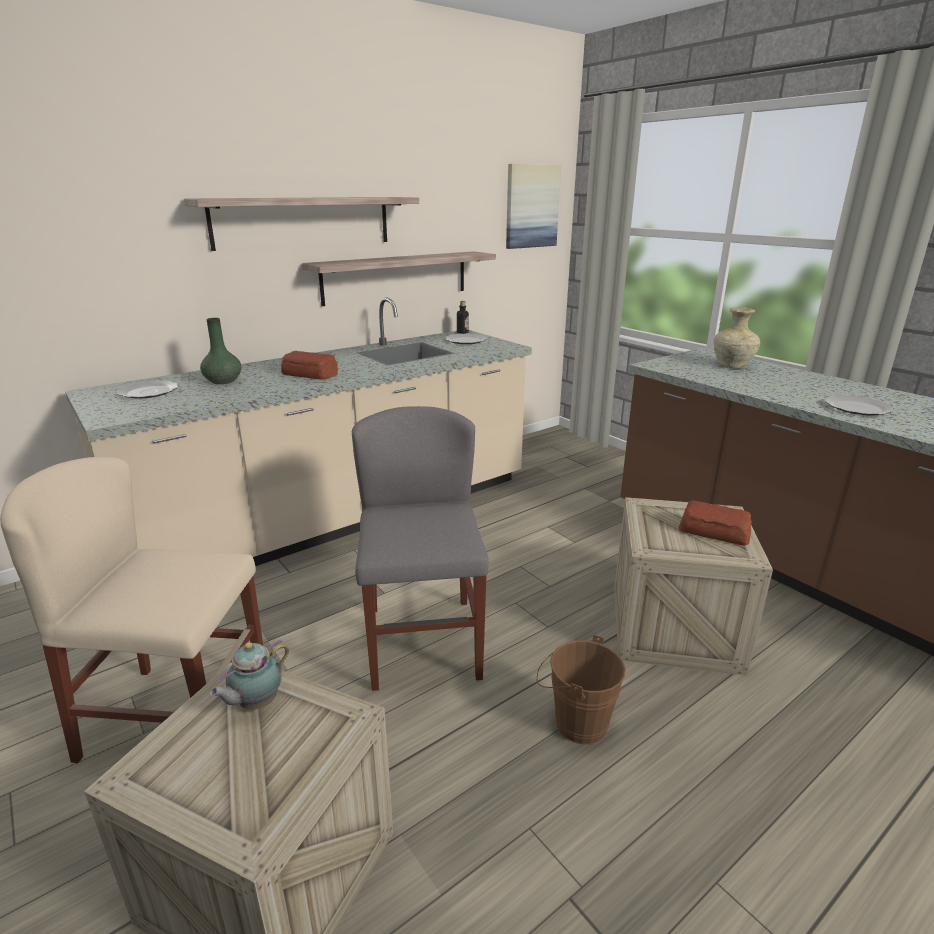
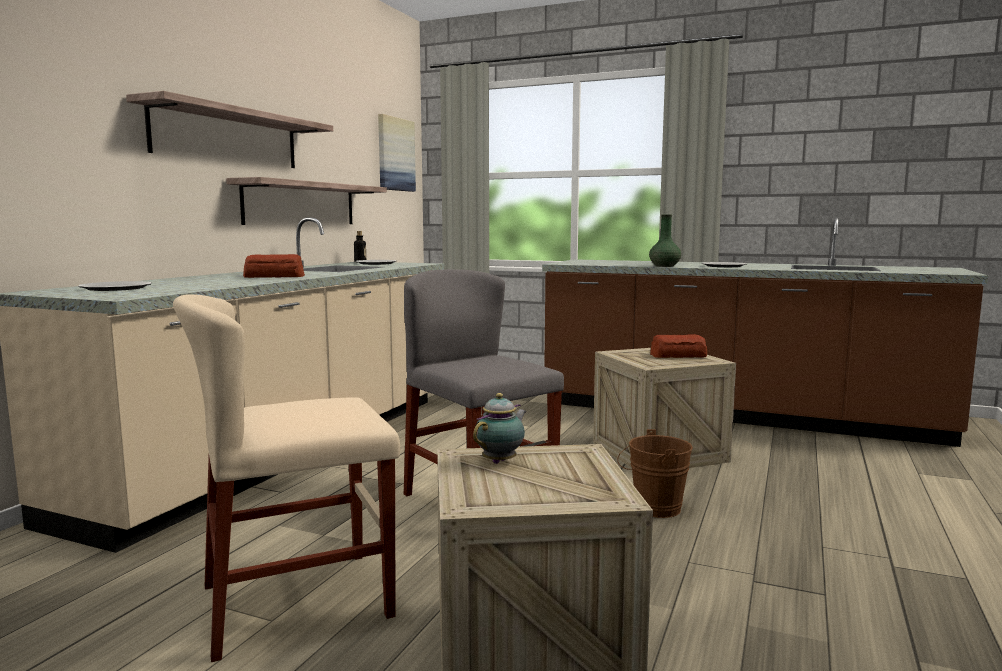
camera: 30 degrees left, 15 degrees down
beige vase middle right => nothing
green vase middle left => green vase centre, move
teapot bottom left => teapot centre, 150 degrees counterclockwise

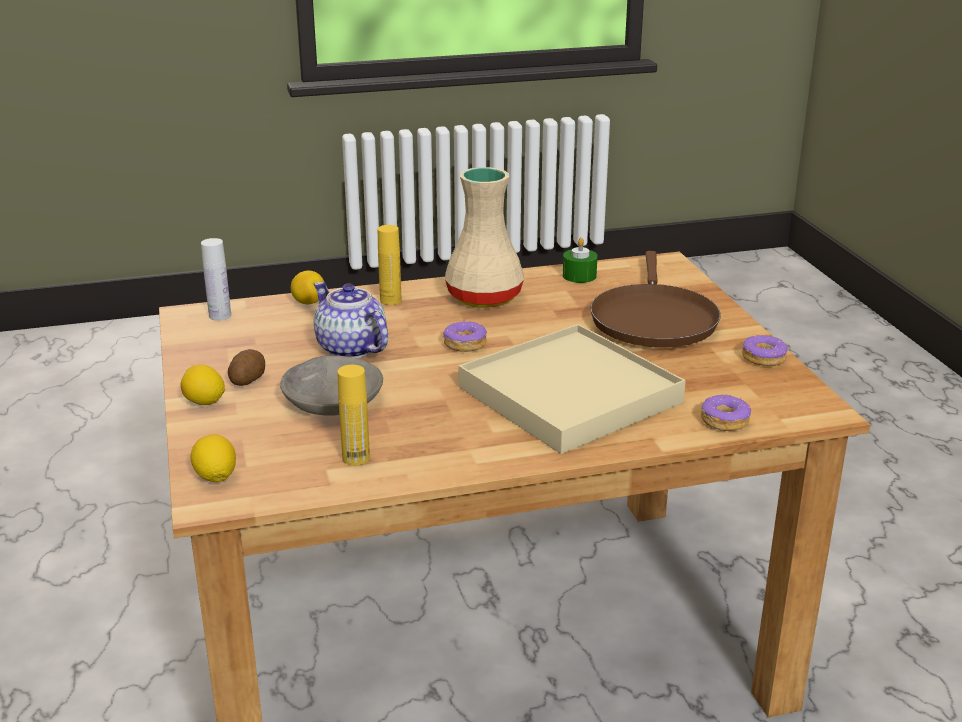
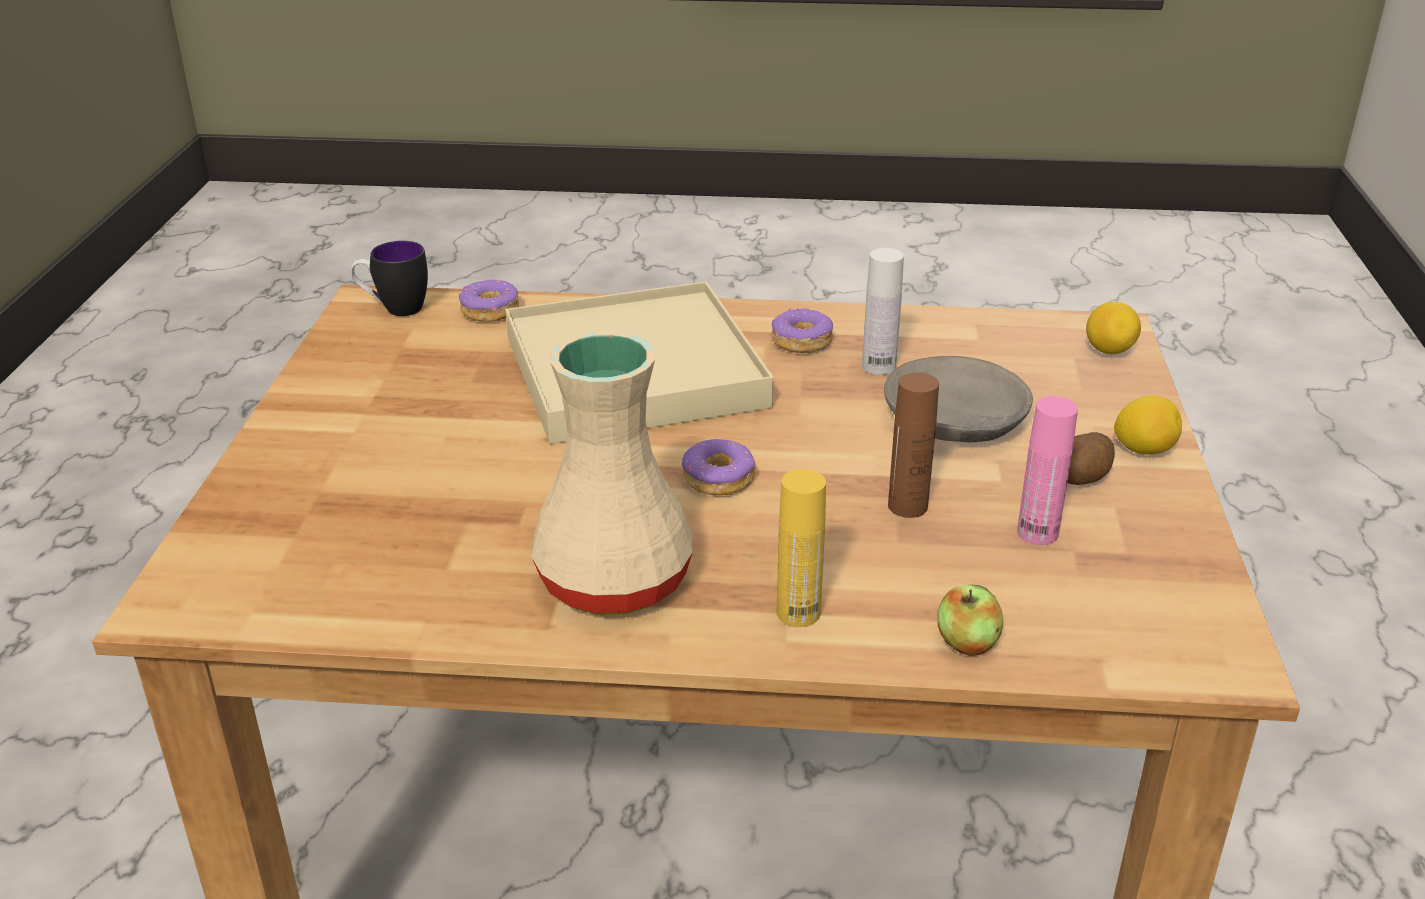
camera: 160 degrees left, 5 degrees up
yellow bottle (1st from left) centre => nothing
green candle centre => nothing
brown frying pan middle right => nothing
nothing => mug top left
nothing => pink bottle middle right
white bottle middle left => white bottle centre, move
donut (3rd from left) middle right => donut (3rd from left) centre, move
lemon (3rd from left) middle left => apple bottom right
teapot centre => brown bottle centre

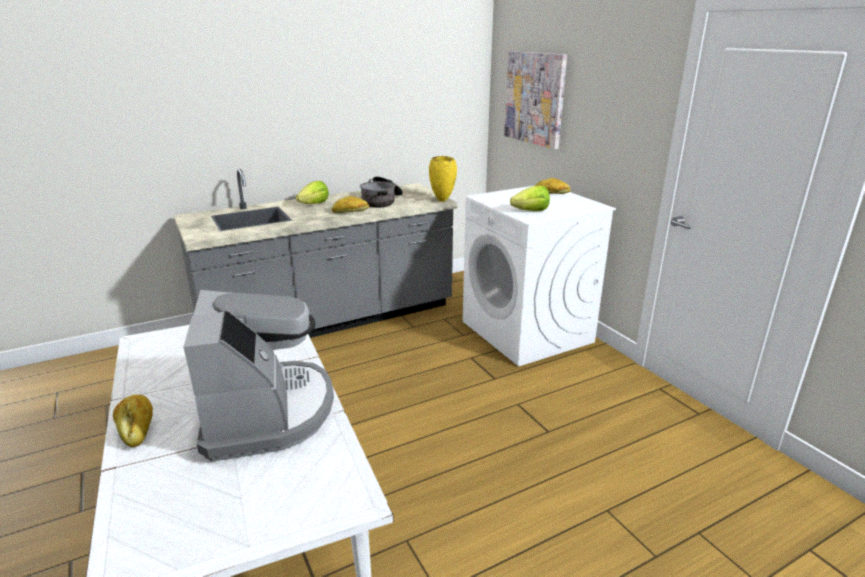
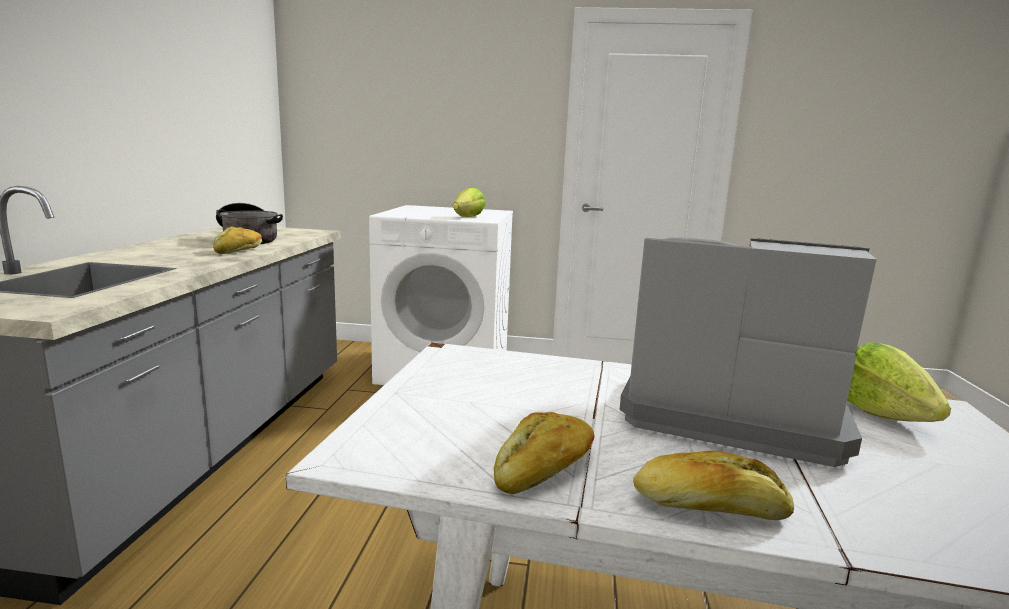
camera: 55 degrees left, 10 degrees down
yellow vase top centre => nothing
picture top centre => nothing
lettuce (1st from left in the first image) top centre => lettuce (2nd from left) middle right, move
bread (3rd from left in the first image) top centre => bread (2nd from left) bottom centre, move

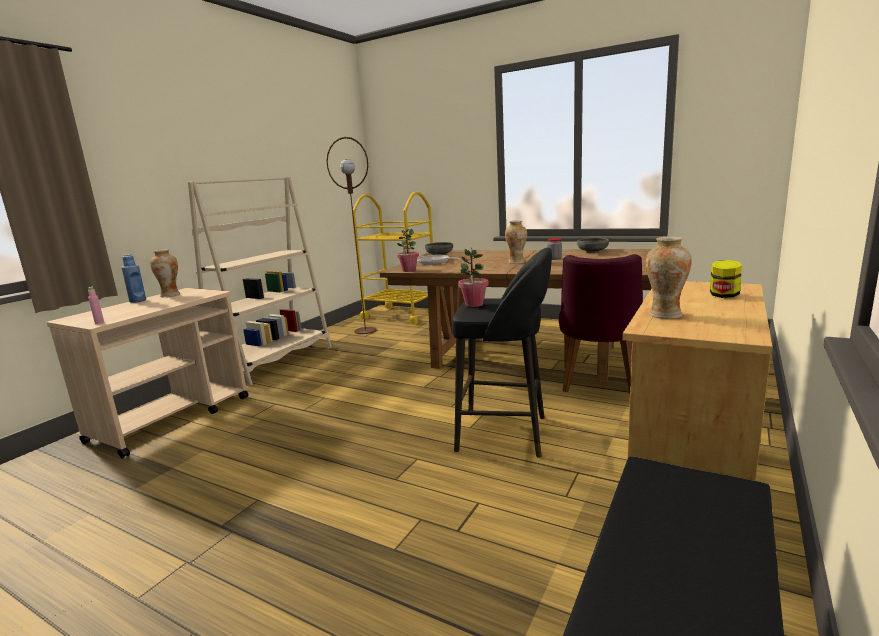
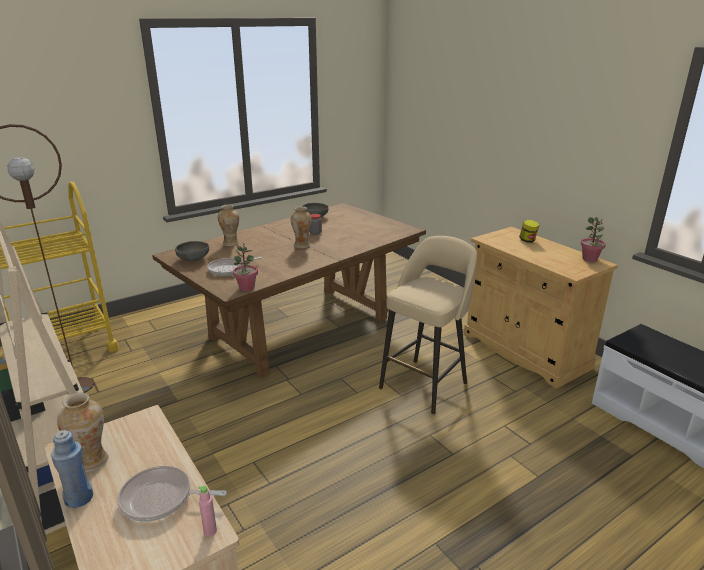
camera: 65 degrees left, 10 degrees up
purple chair middle right => nothing
nothing => frying pan (1st from left) bottom left
potted plant (2nd from left) centre => potted plant (2nd from left) middle right, move
vase (3rd from left in the first image) middle right => vase (2nd from left) middle left, move
black stool centre => beige stool centre

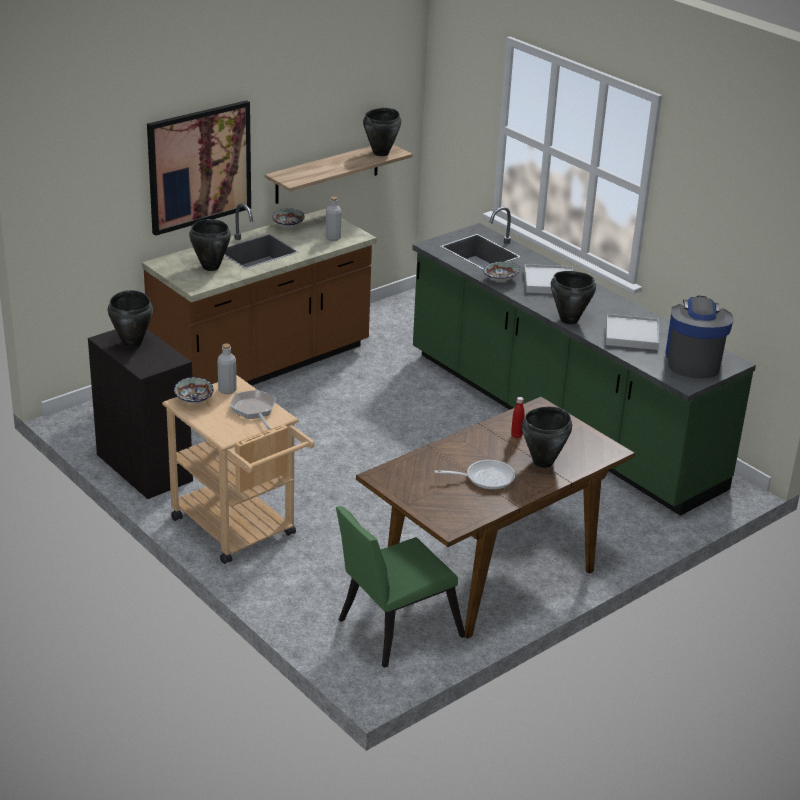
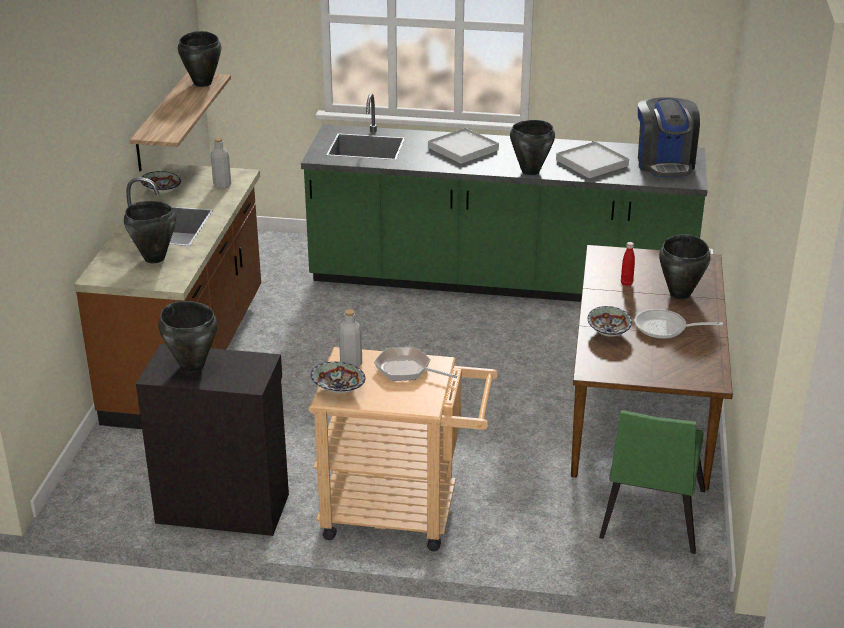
camera: 40 degrees left, 0 degrees up
picture top left => nothing
bowl (3rd from left) centre => bowl (3rd from left) middle right, move
frying pan (2nd from left) centre => frying pan (2nd from left) middle right, 120 degrees counterclockwise
coffee machine middle right => coffee machine top right, 150 degrees counterclockwise

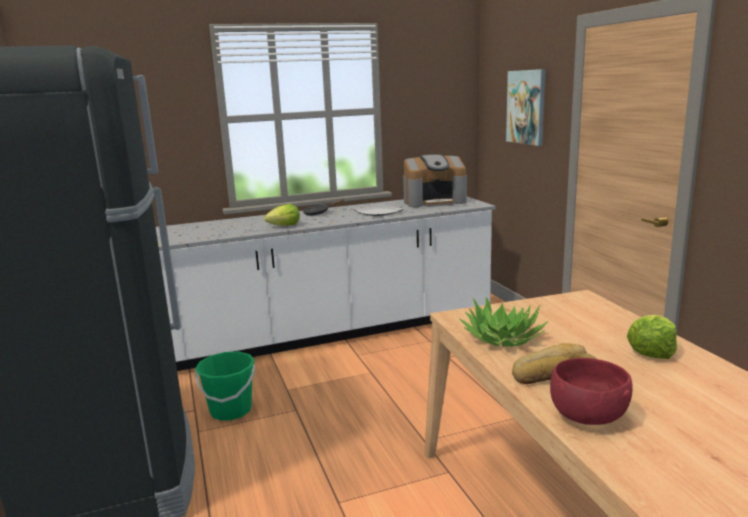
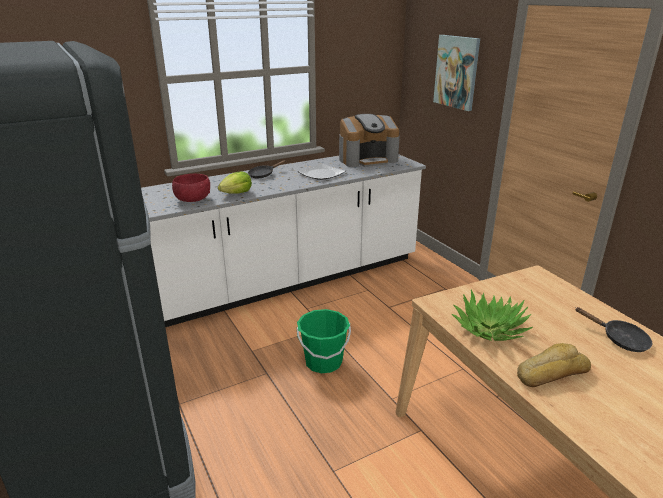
camera: 10 degrees left, 10 degrees up
green bucket bottom left => green bucket bottom centre, move
red bowl bottom right => red bowl middle left, move
lettuce (2nd from left) middle right => black frying pan (2nd from left) middle right

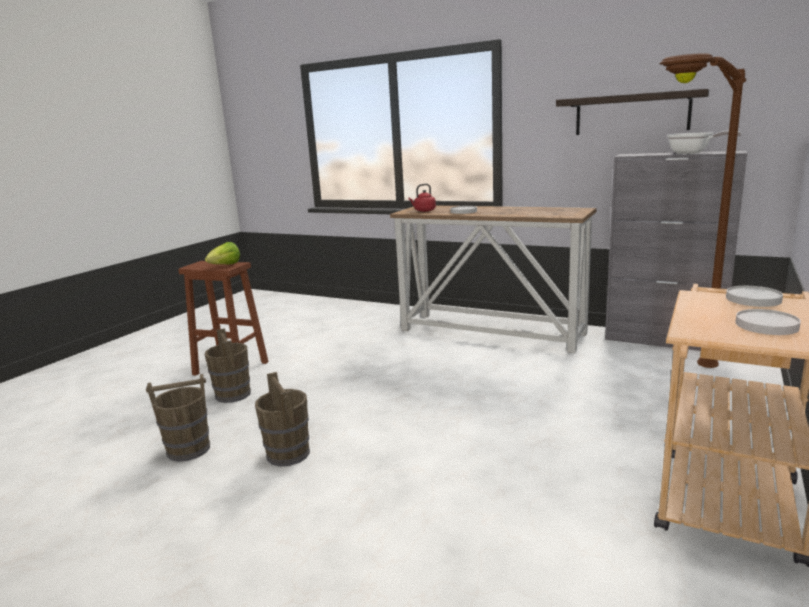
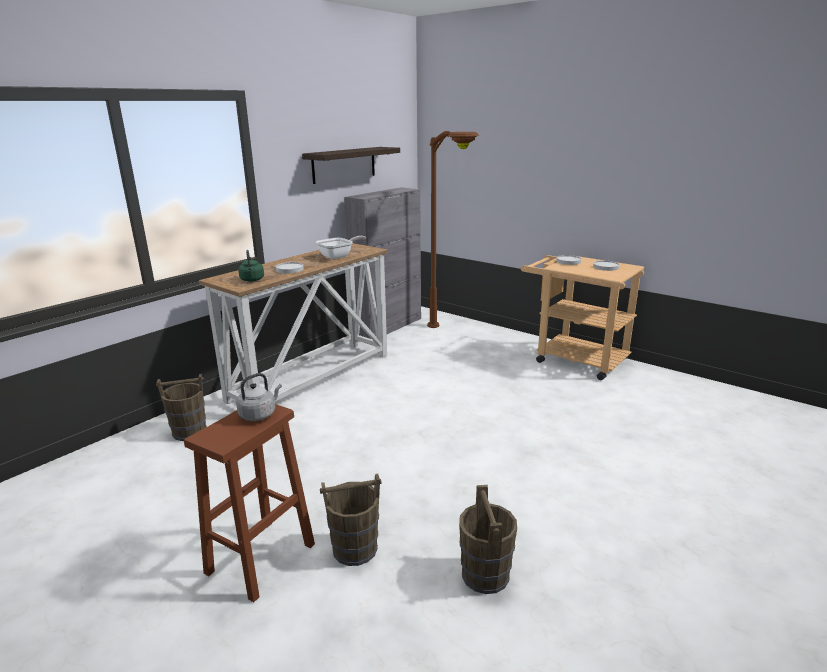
camera: 80 degrees left, 5 degrees up
brown bucket (3rd from left in the first image) bottom centre => brown bucket (1st from left) middle left, move
frying pan top right => frying pan centre, move
lettuce middle left => grey kettle middle left
red kettle top centre => green kettle middle left

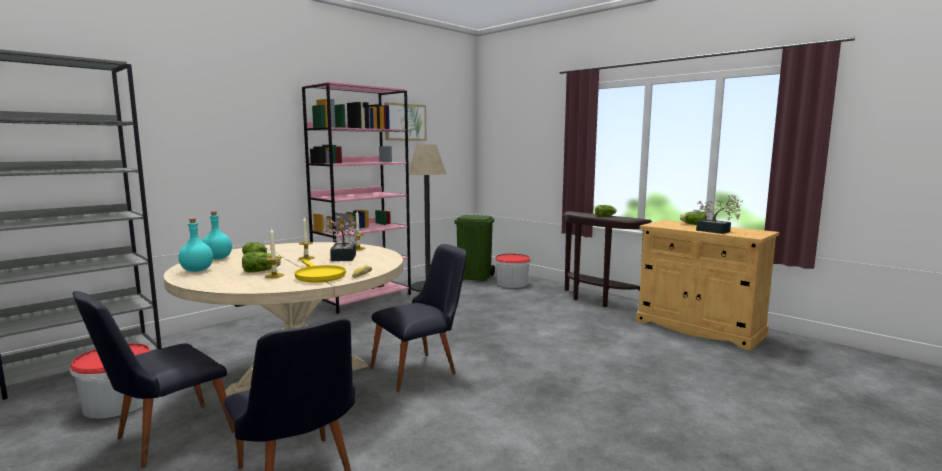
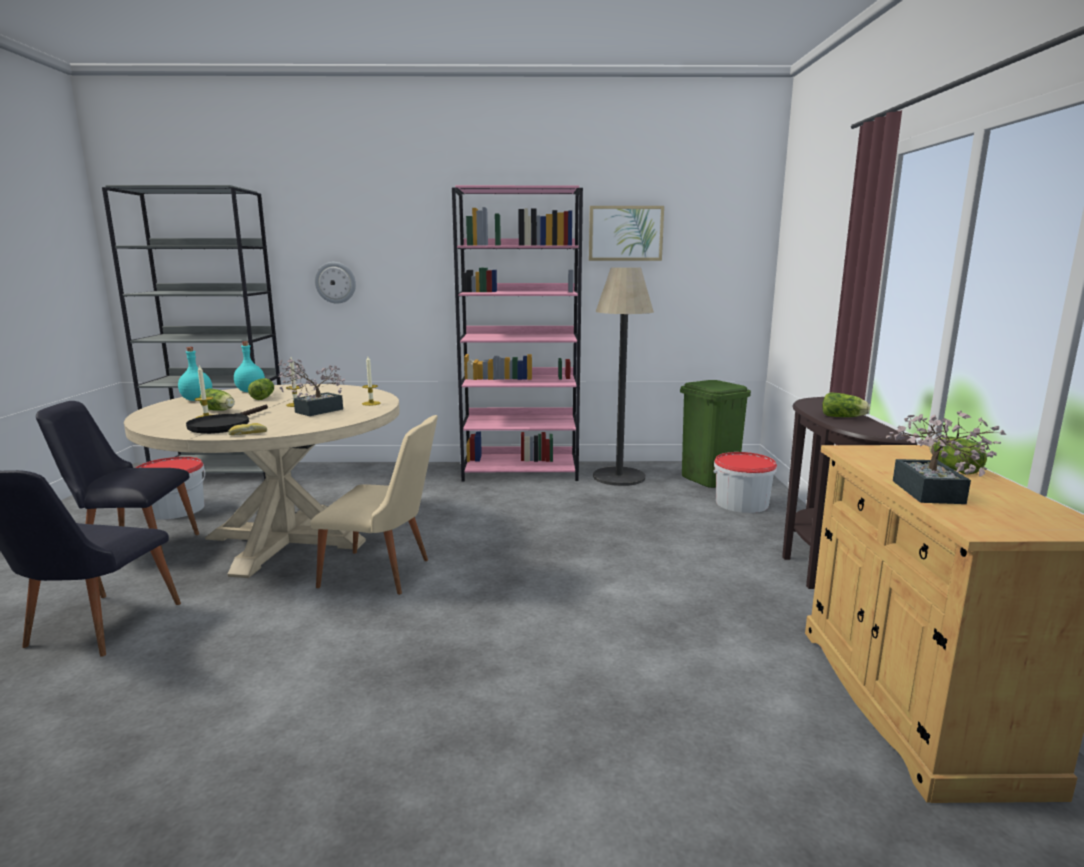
camera: 45 degrees right, 5 degrees up
nothing => wall clock top left
yellow frying pan centre => black frying pan middle left
black chair (3rd from left) bottom centre => beige chair centre

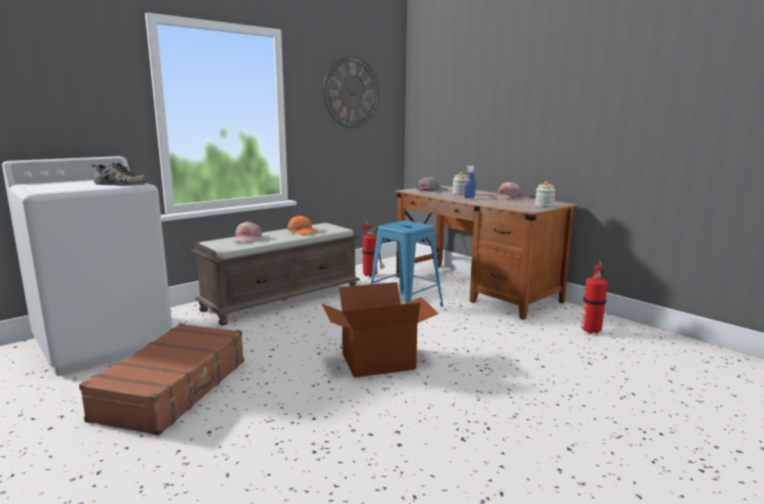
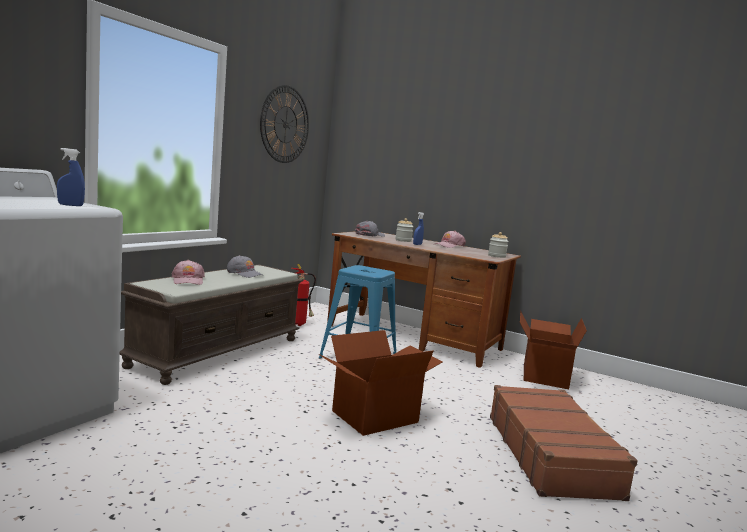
camera: 20 degrees left, 5 degrees down
brown suitcase bottom left => brown suitcase bottom right, move
shoe middle left => blue spray bottle (1st from left) top left
fire extinguisher (2nd from left) middle right => cardboard box (2nd from left) middle right
orange cap centre => grey cap (1st from left) middle left

